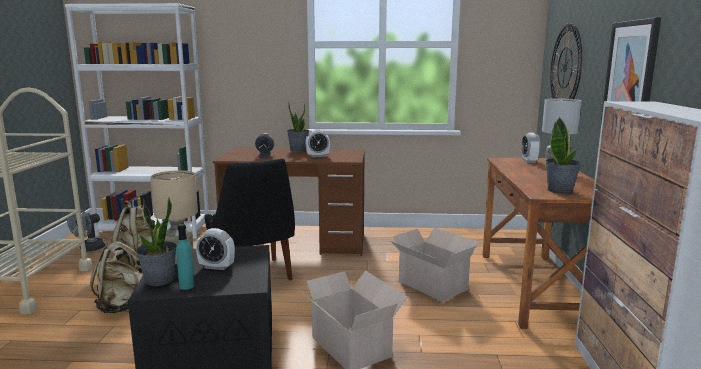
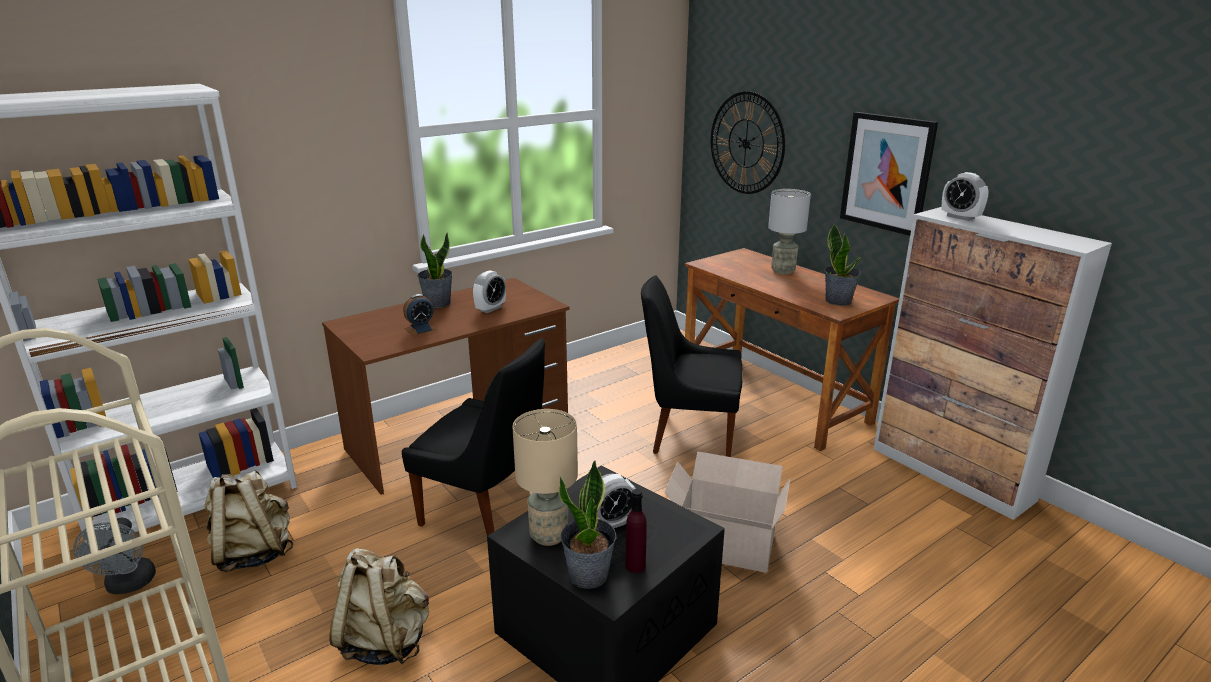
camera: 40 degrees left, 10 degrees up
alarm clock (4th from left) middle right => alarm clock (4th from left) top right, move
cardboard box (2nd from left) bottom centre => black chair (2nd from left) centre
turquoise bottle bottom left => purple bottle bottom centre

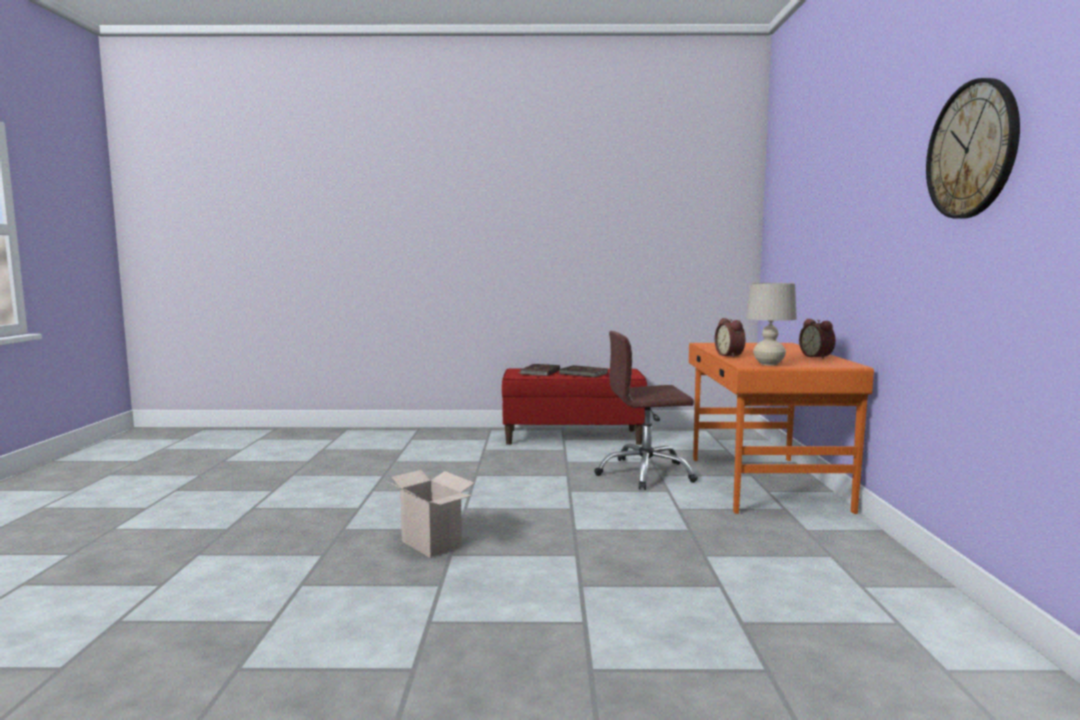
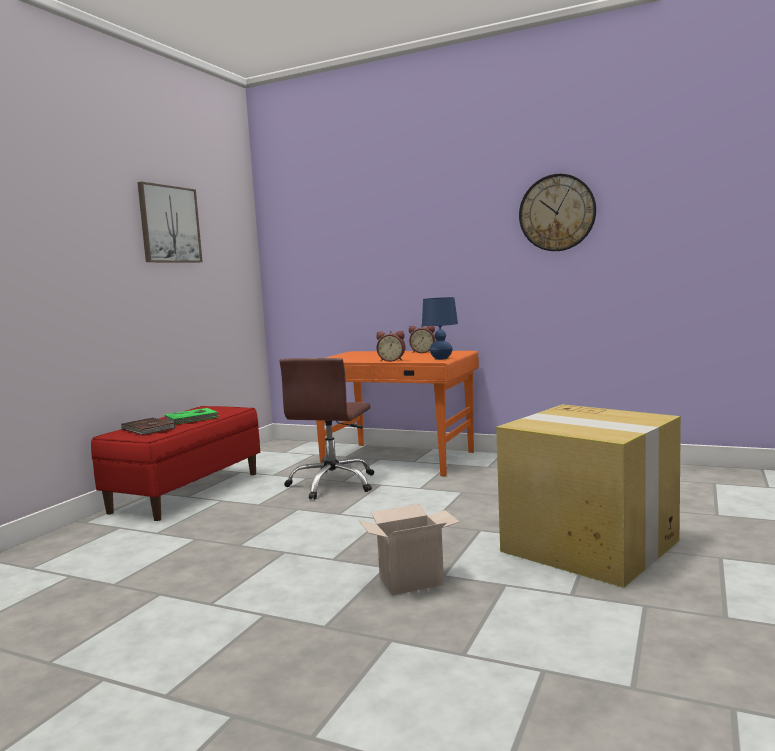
camera: 65 degrees left, 0 degrees up
nothing => picture top left
nothing => cardboard box (2nd from left) middle right
brown book (2nd from left) centre => green book middle left
beige table lamp middle right => blue table lamp centre

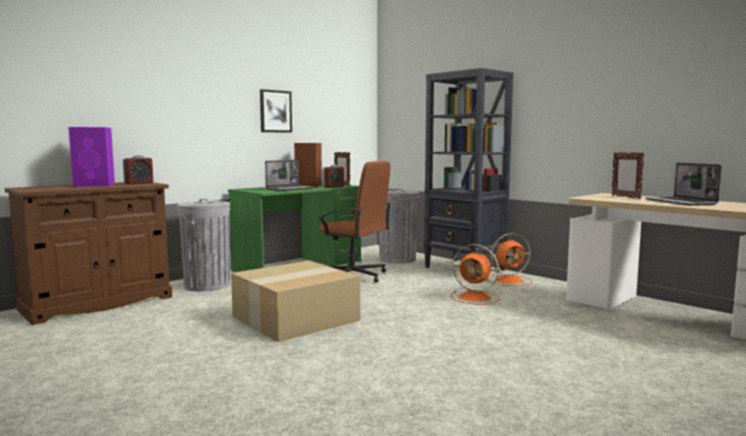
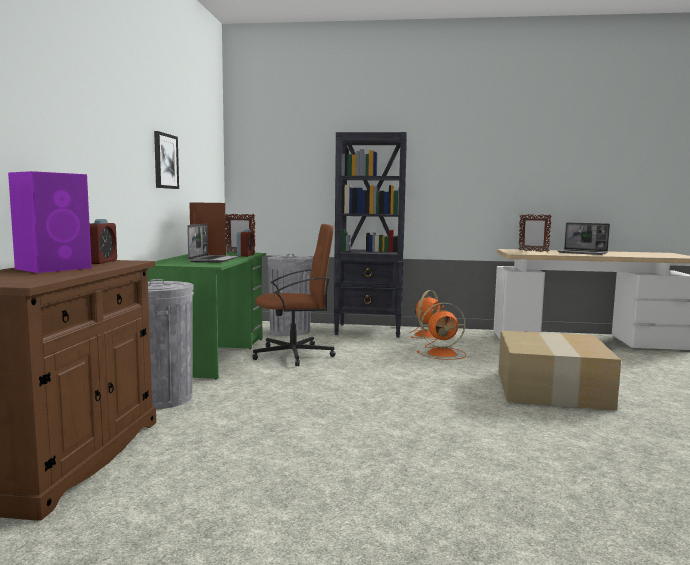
camera: 40 degrees left, 0 degrees up
cardboard box bottom centre => cardboard box middle right, move

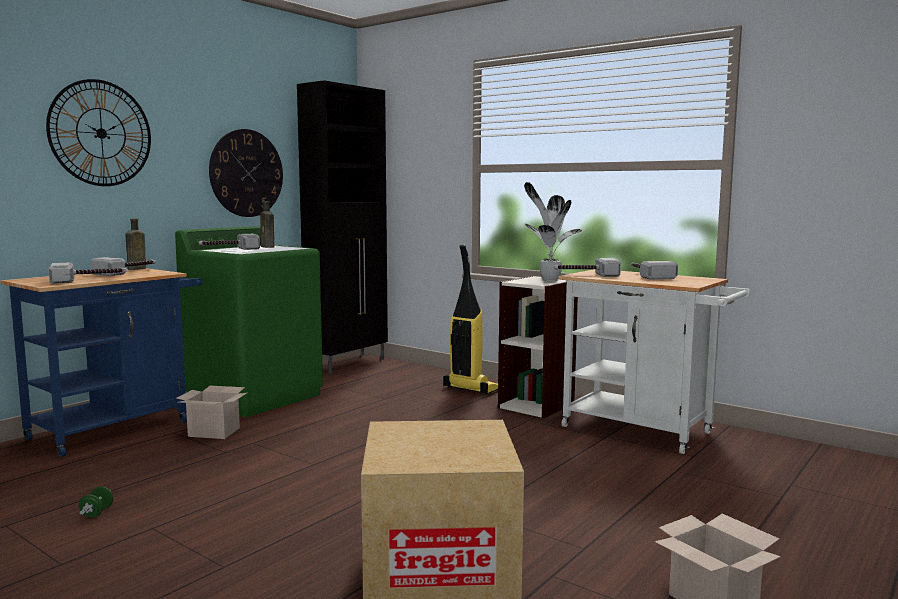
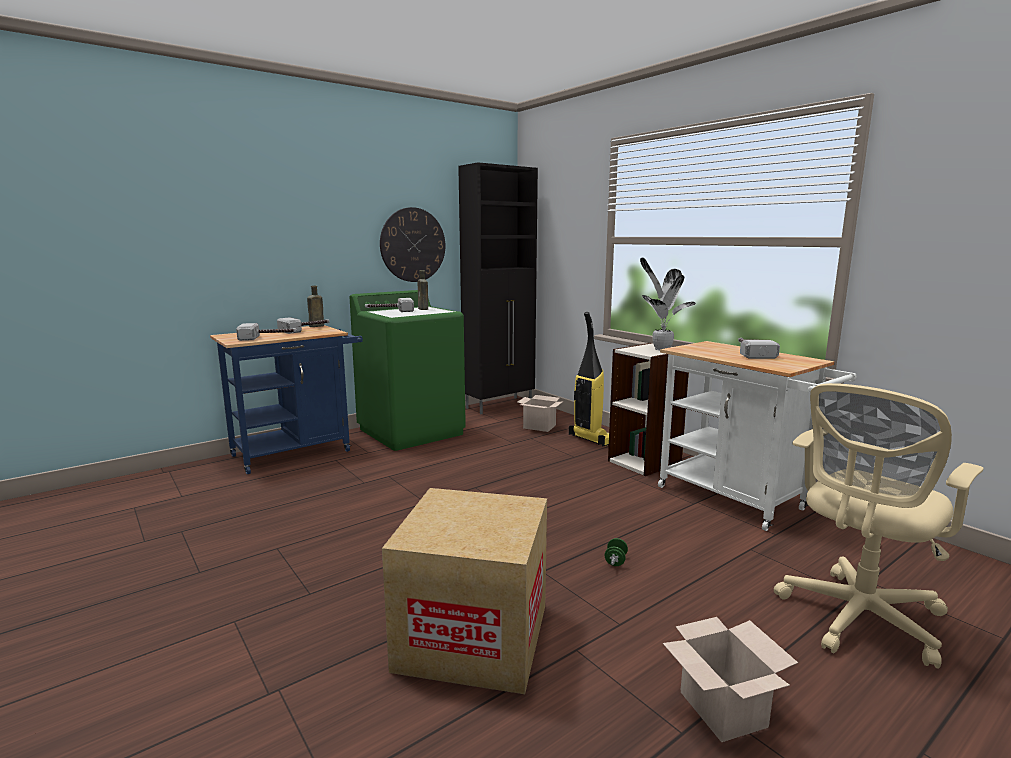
camera: 15 degrees right, 5 degrees up
wall clock (1st from left) top left => nothing
hammer (4th from left) centre => nothing
nothing => beige office chair bottom right
green dumbbell bottom left => green dumbbell bottom centre, move
cardboard box (1st from left in the first image) bottom left => cardboard box (2nd from left) centre, move

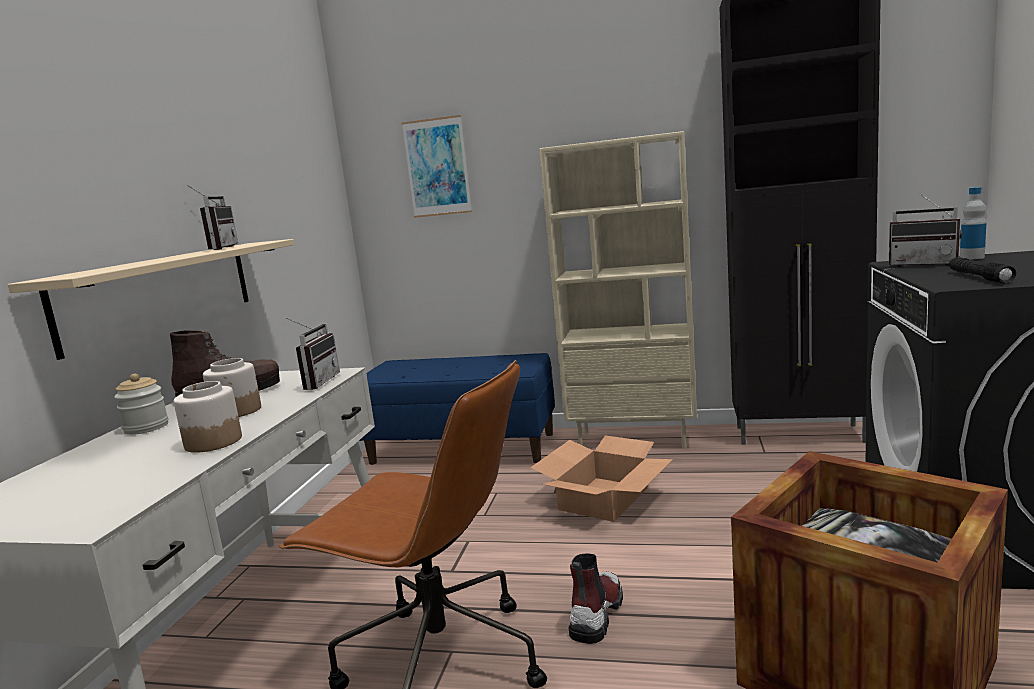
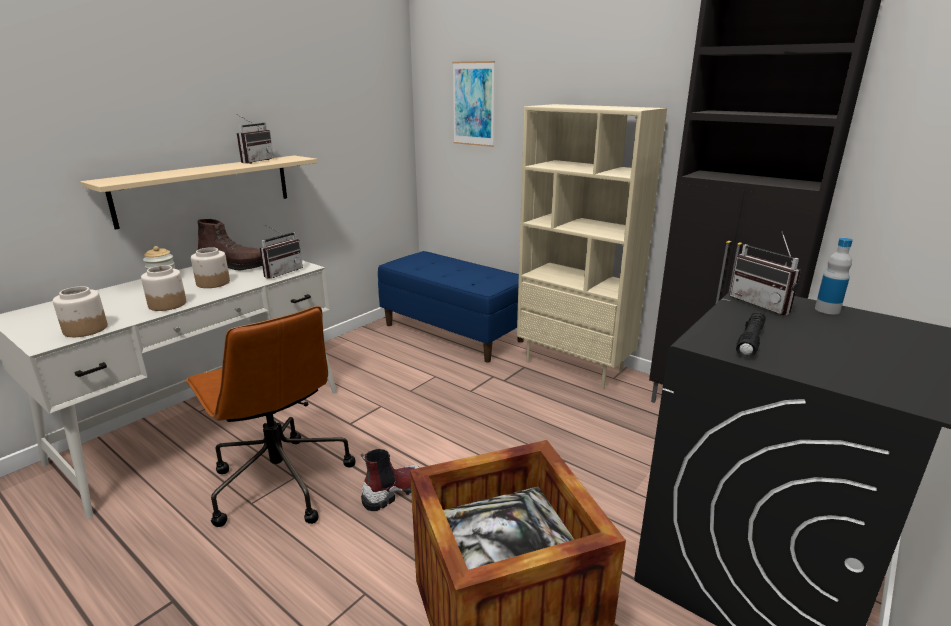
camera: 25 degrees right, 10 degrees up
cardboard box bottom centre => nothing
nothing => jar (1st from left) middle left

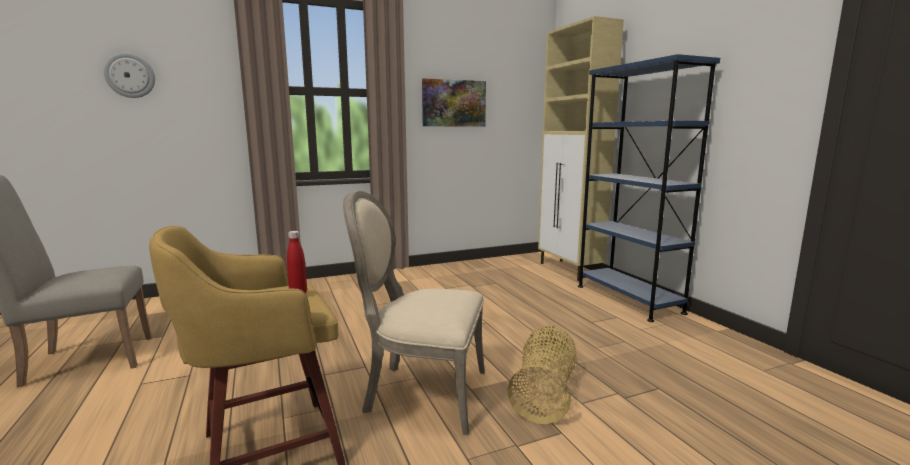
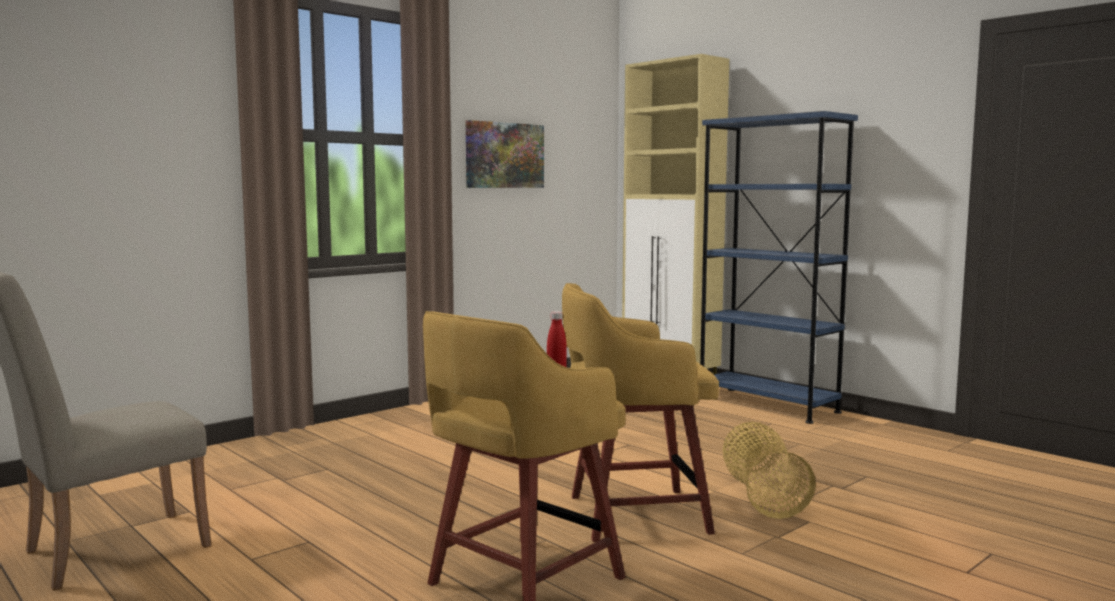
camera: 20 degrees left, 5 degrees down
wall clock top left => nothing
beige chair (2nd from left) bottom centre => yellow stool (2nd from left) bottom centre

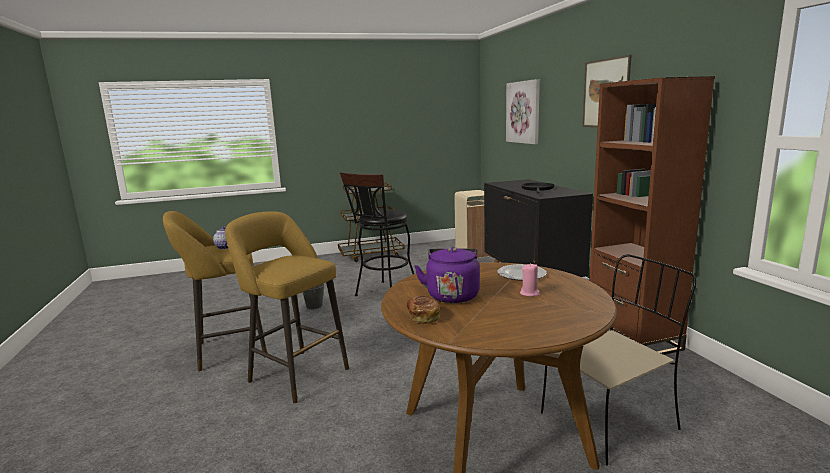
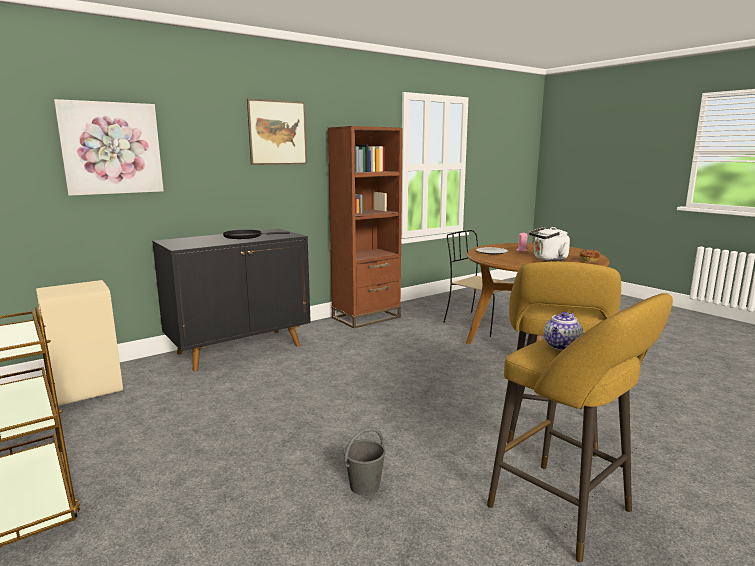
camera: 110 degrees left, 0 degrees up
black stool centre => nothing
purple kettle centre => white kettle middle right

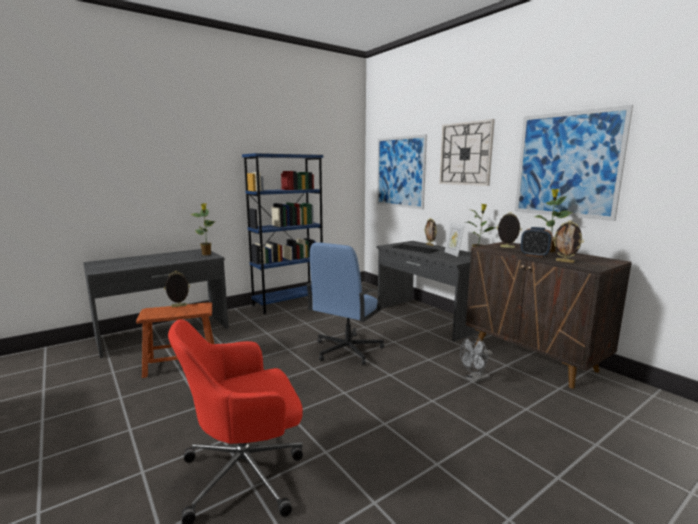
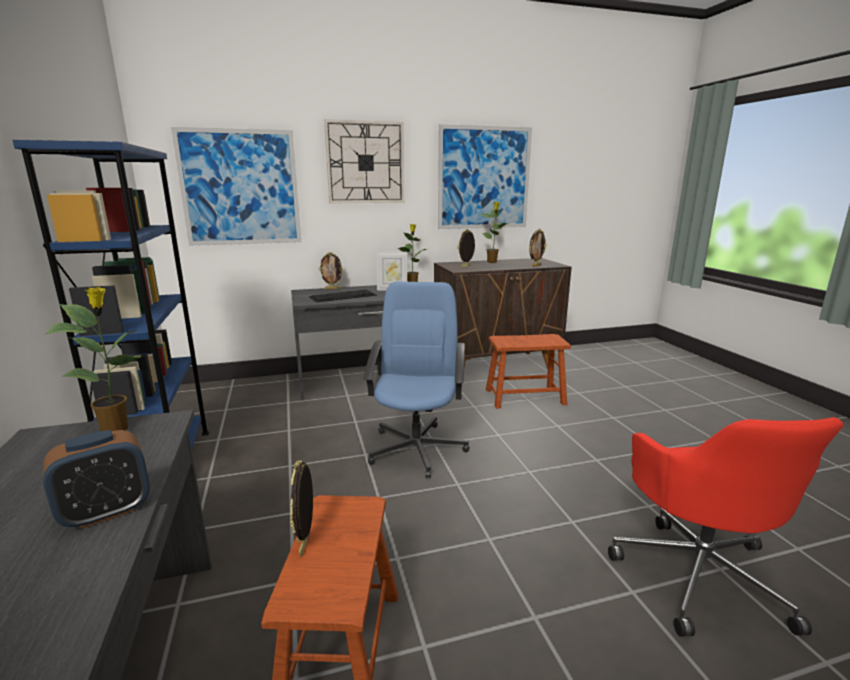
camera: 70 degrees left, 5 degrees up
alarm clock middle right => alarm clock bottom left, move
grey fan bottom right => brown stool (2nd from left) centre
blue office chair centre, 135 degrees counterclockwise

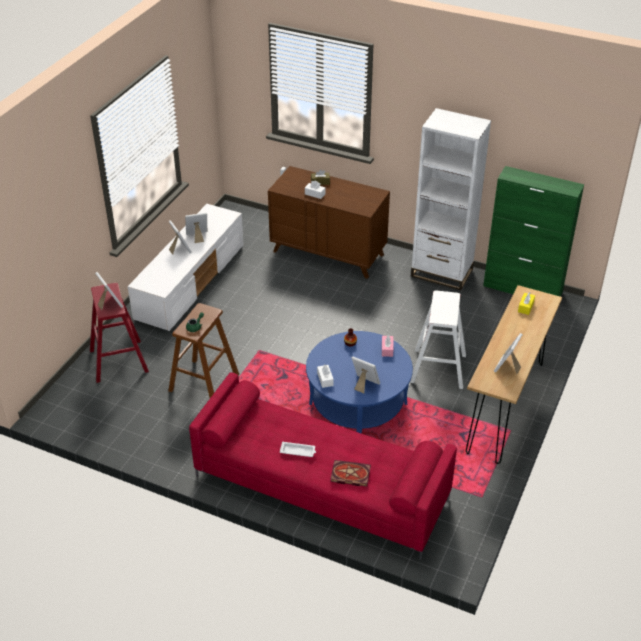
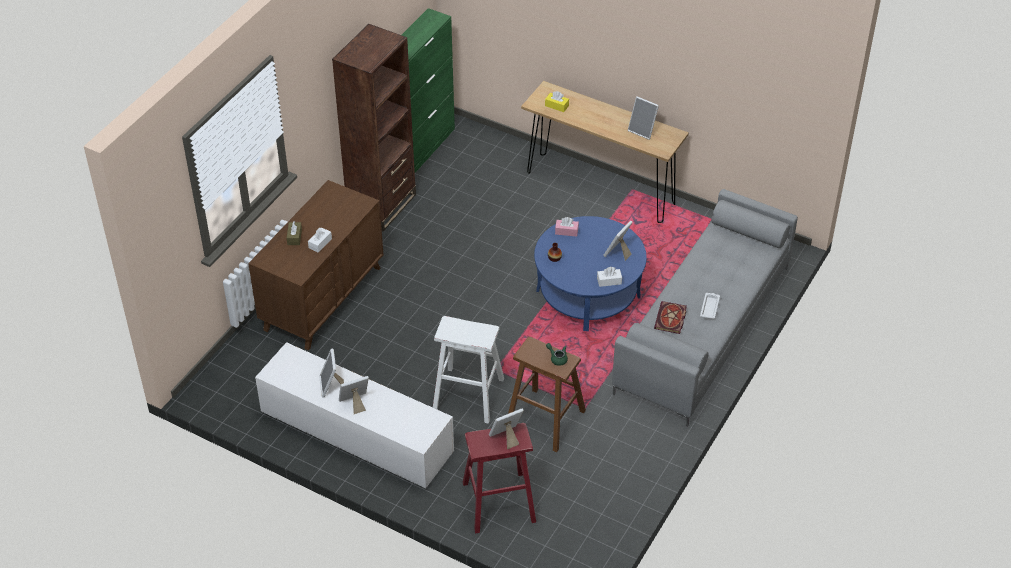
camera: 85 degrees left, 5 degrees up
book bottom centre => book centre, move
white stool middle right => white stool centre, move
red sofa bottom centre => grey sofa middle right
white bookcase top right => brown bookcase top centre

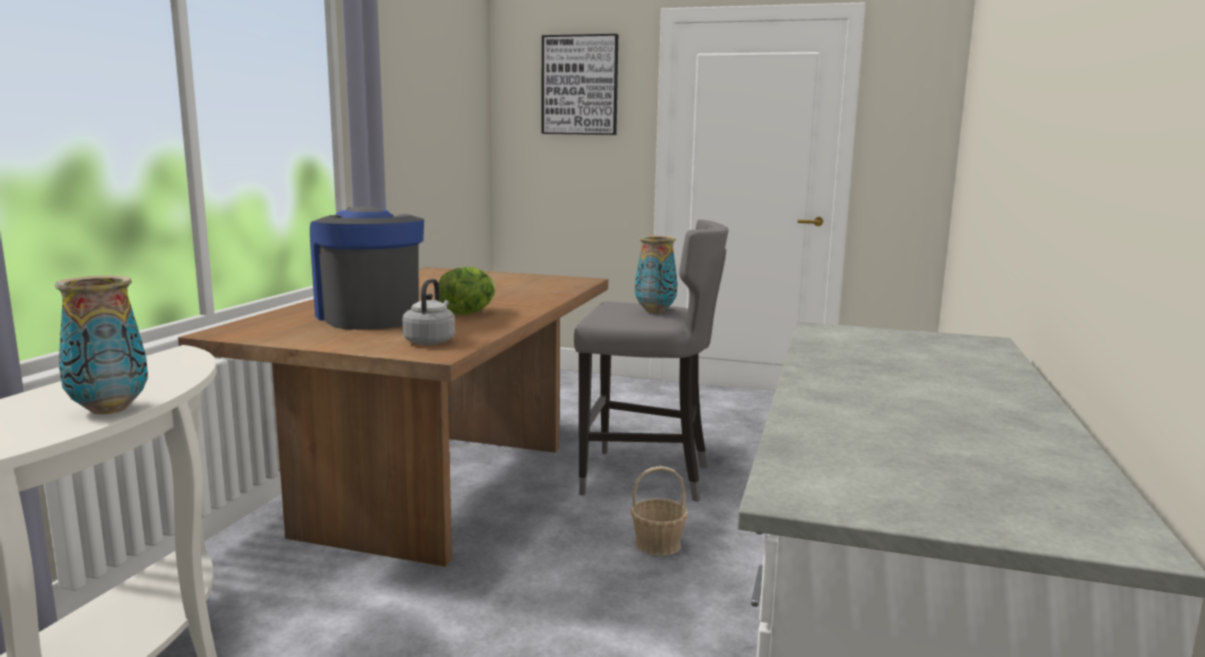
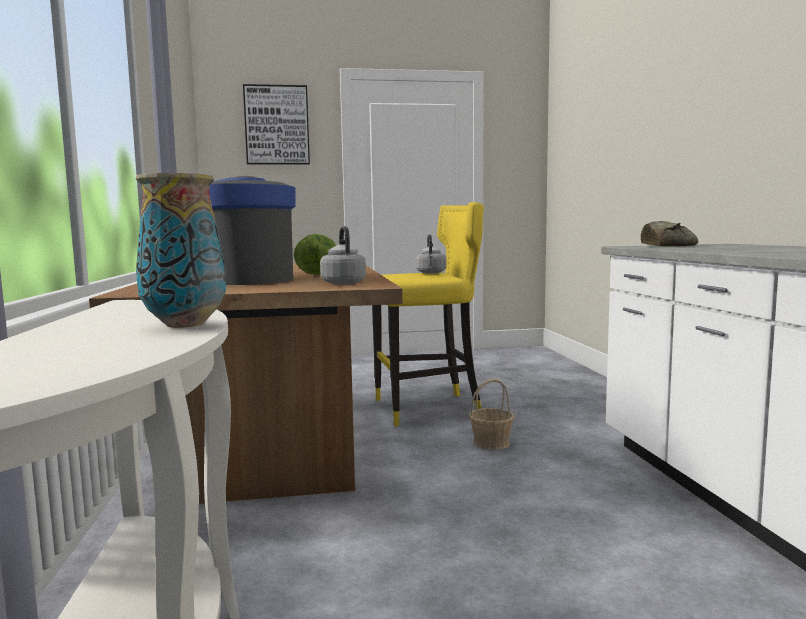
camera: 25 degrees left, 5 degrees down
nothing => bread middle right
vase (2nd from left) centre => grey kettle (2nd from left) centre
grey stool centre => yellow stool centre

